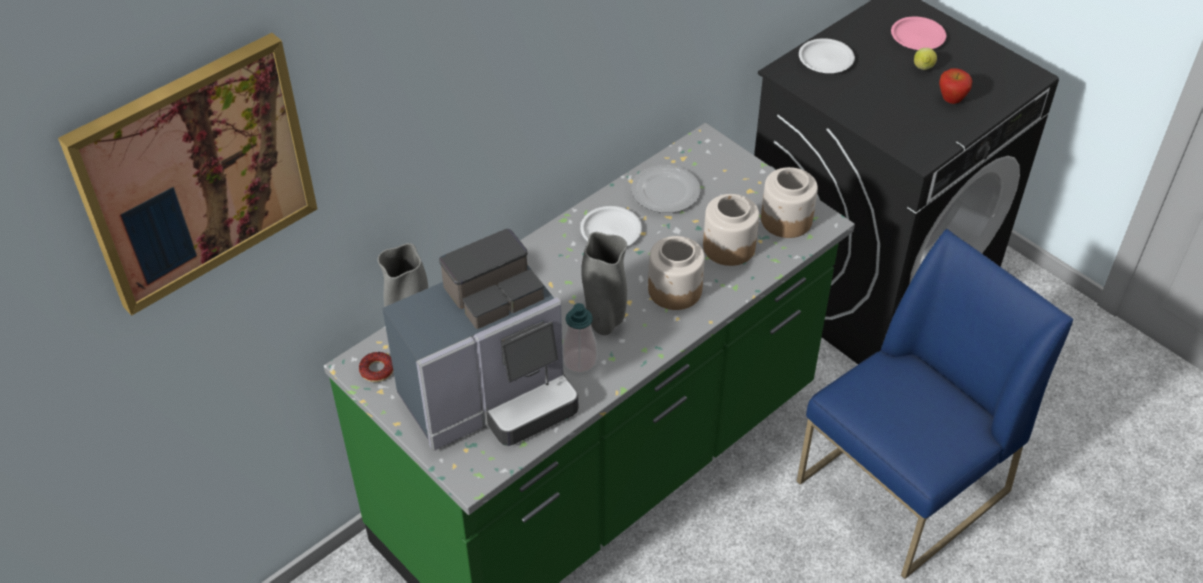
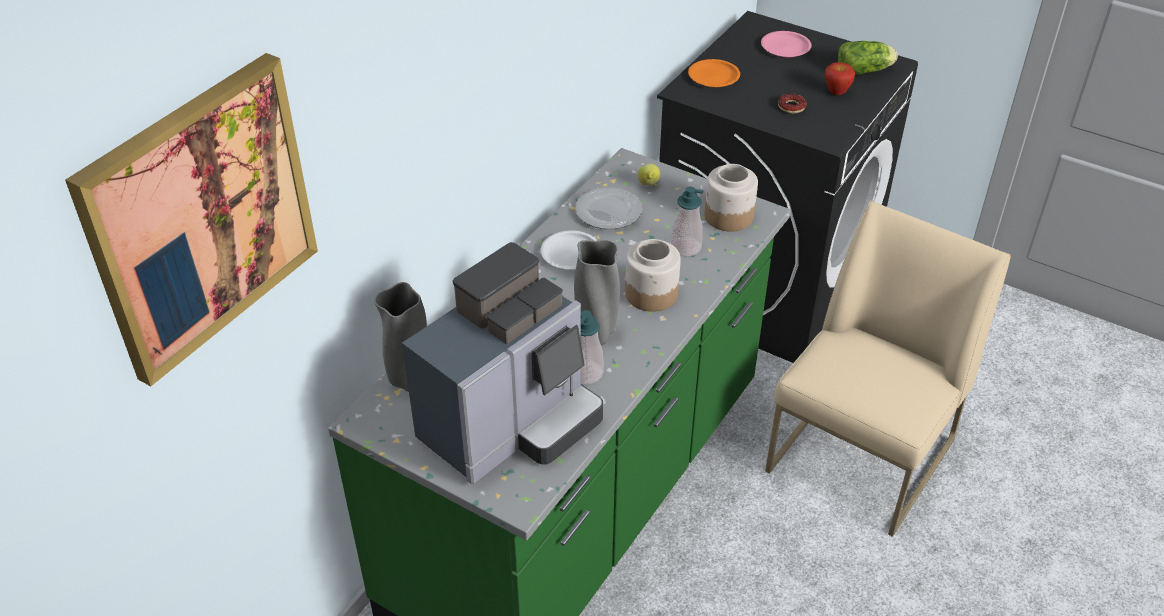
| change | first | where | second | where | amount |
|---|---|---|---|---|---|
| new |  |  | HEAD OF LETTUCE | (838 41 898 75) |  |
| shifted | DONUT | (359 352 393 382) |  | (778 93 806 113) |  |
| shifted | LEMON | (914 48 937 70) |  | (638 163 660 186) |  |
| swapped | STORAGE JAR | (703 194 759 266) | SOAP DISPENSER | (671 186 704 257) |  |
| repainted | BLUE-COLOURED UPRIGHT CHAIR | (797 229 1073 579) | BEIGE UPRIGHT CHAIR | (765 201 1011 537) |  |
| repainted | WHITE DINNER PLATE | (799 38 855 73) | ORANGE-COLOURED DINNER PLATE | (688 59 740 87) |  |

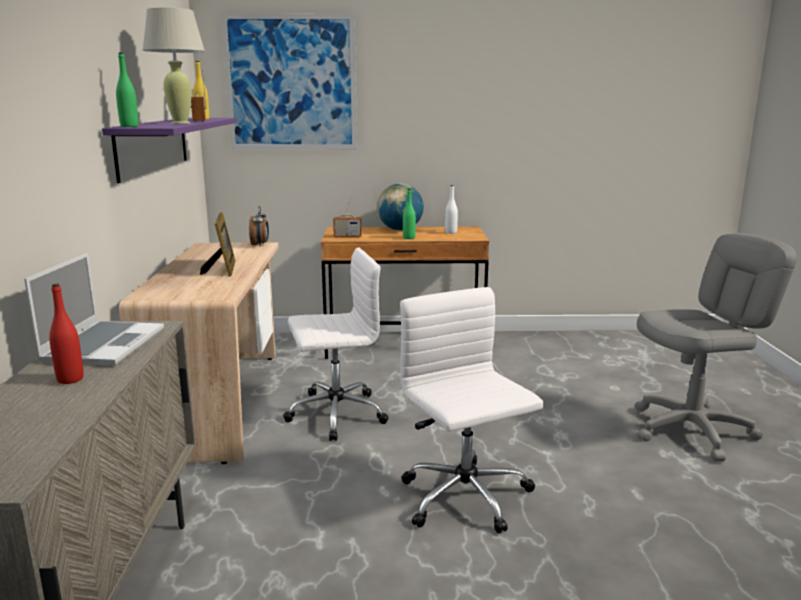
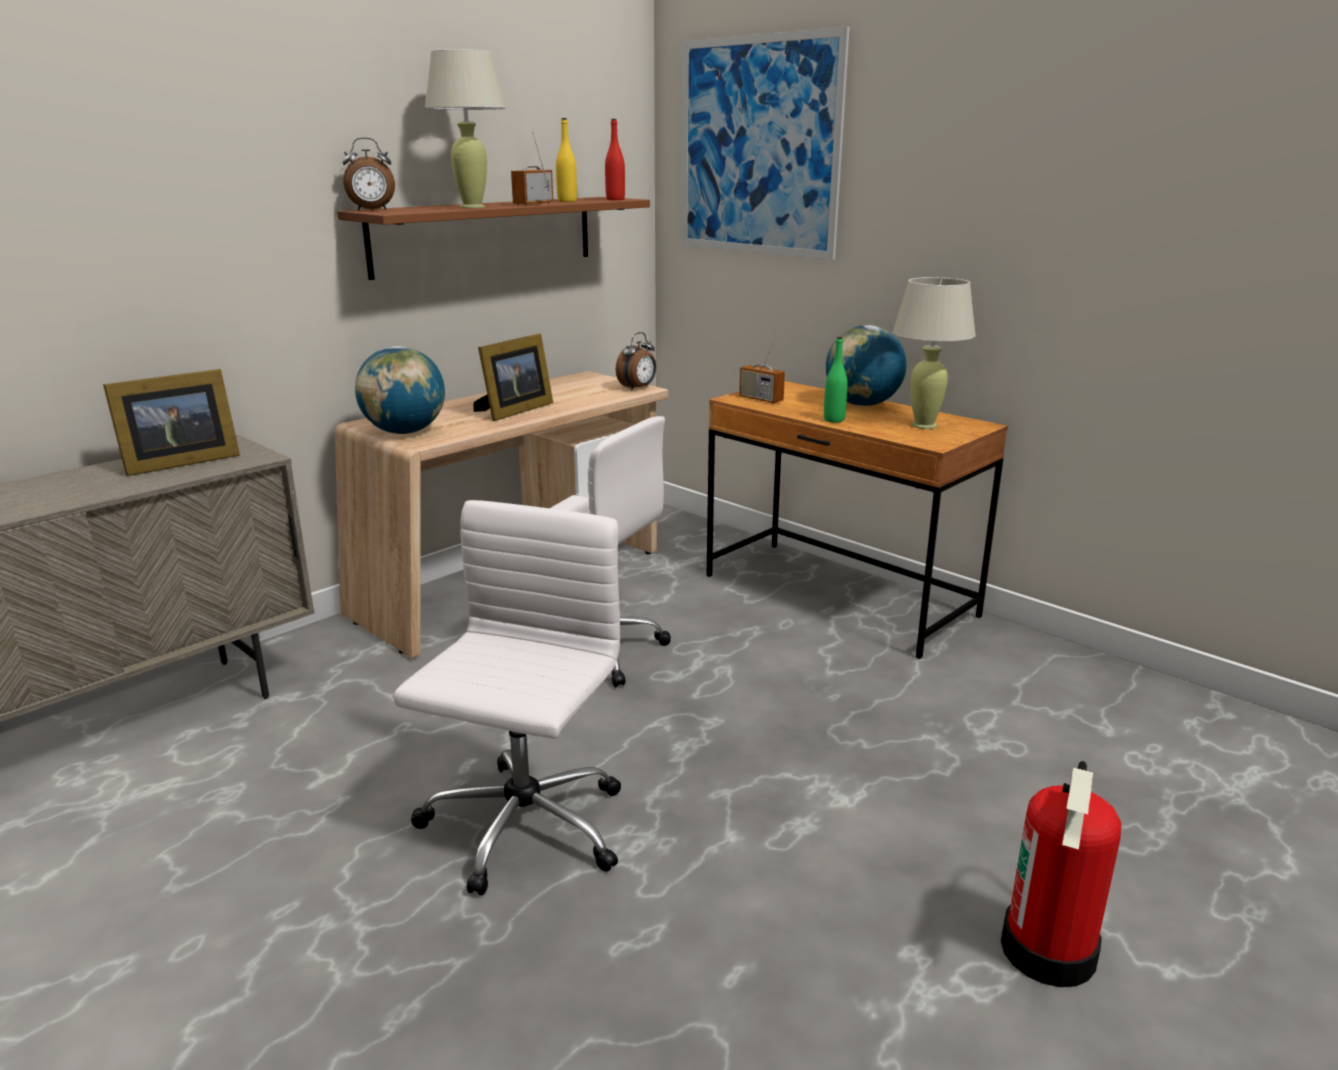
| change | first | where | second | where | amount |
|---|---|---|---|---|---|
| new |  |  | GLOBE | (355 346 445 434) |  |
| shifted | RED-COLOURED DRINK BOTTLE | (49 283 84 384) |  | (605 119 625 200) |  |
| swapped | NOTEBOOK COMPUTER | (24 253 164 366) | PICTURE FRAME | (103 369 240 476) |  |
| swapped | GREEN DRINK BOTTLE | (116 53 139 127) | BEDSIDE CLOCK | (343 137 395 210) |  |
| swapped | WHITE DRINK BOTTLE | (445 185 458 234) | BEIGE TABLETOP LAMP | (893 277 976 429) |  |
| swapped | GREYISH COMPUTER CHAIR | (635 233 797 461) | FIRE-FIGHTING CYLINDER | (1001 761 1121 987) |  |
| repainted | PURPLE BRACKET SHELF | (102 118 237 183) | BROWNISH BRACKET SHELF | (337 197 650 280) |  |

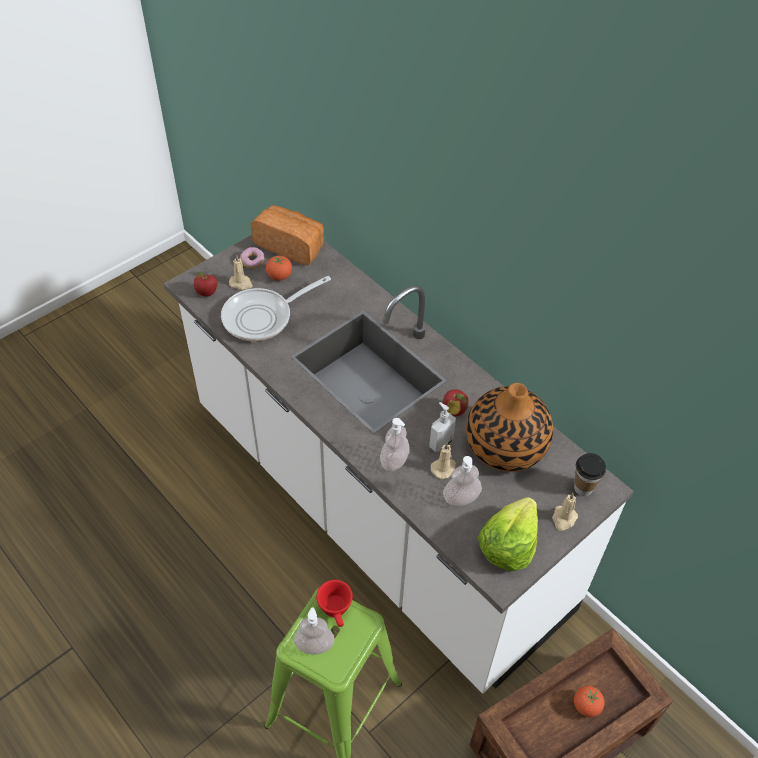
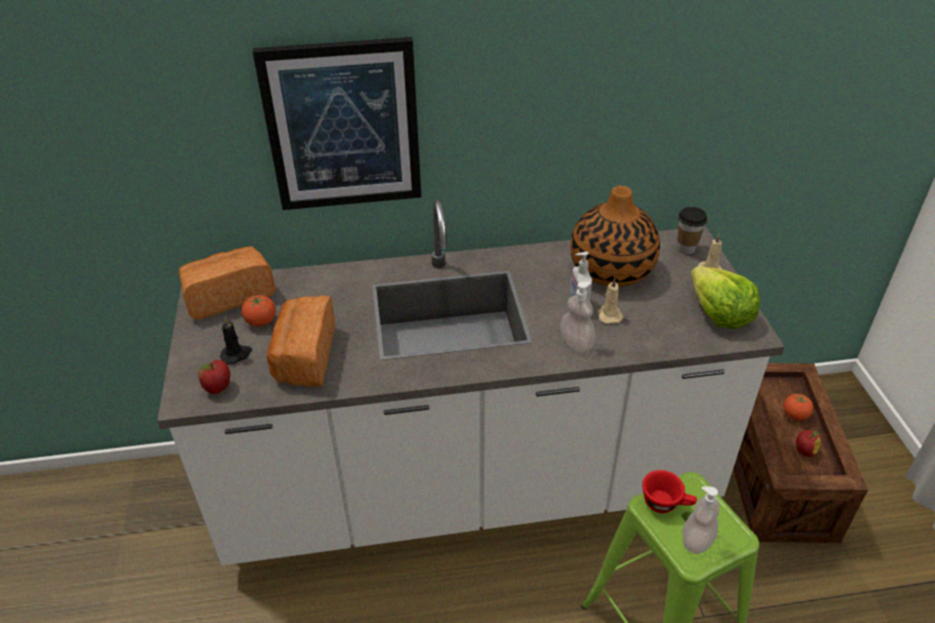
| change | first | where | second | where | amount |
|---|---|---|---|---|---|
| gone | DONUT | (240 247 265 269) |  |  |  |
| gone | SOAP DISPENSER | (443 456 482 506) |  |  |  |
| new |  |  | WALL PICTURE | (253 37 421 210) |  |
| shifted | APPLE | (443 389 469 416) |  | (796 430 822 457) |  |
| swapped | FRYING PAN | (221 276 331 341) | BAKED BREAD | (267 295 335 387) |  |
| repainted | BEIGE WAX LIGHT | (229 255 253 290) | BLACK-COLOURED WAX LIGHT | (220 317 252 364) |  |

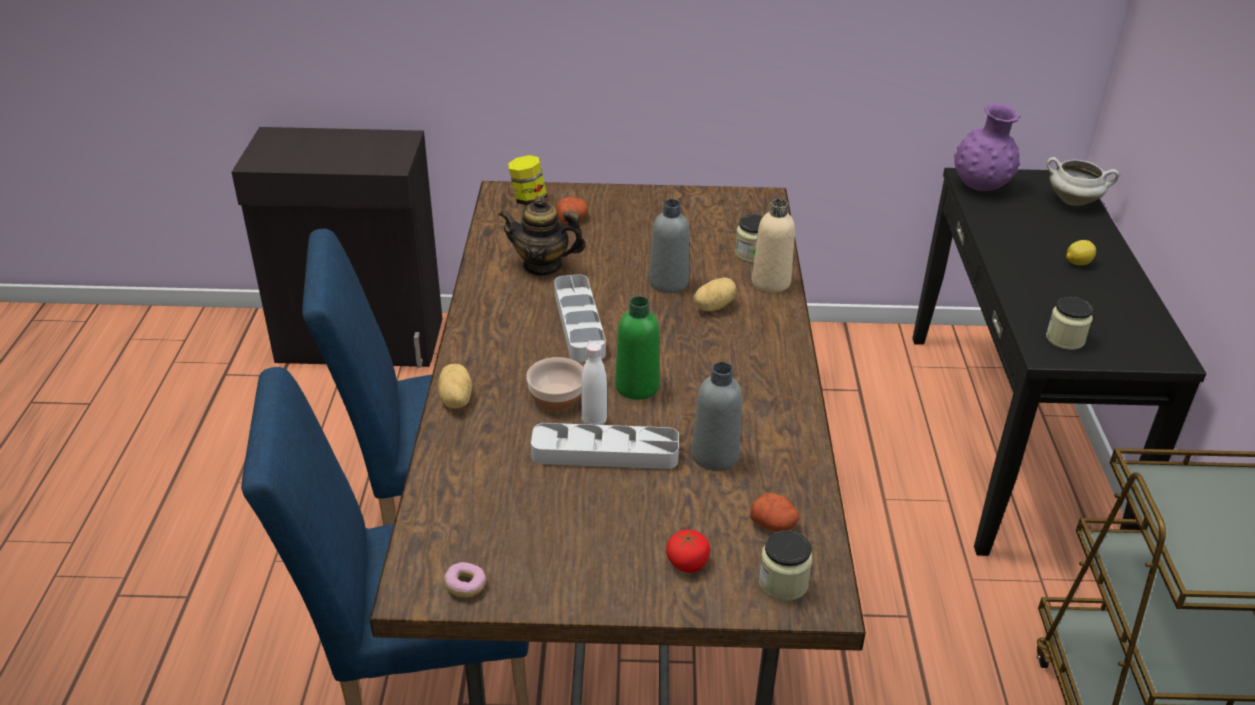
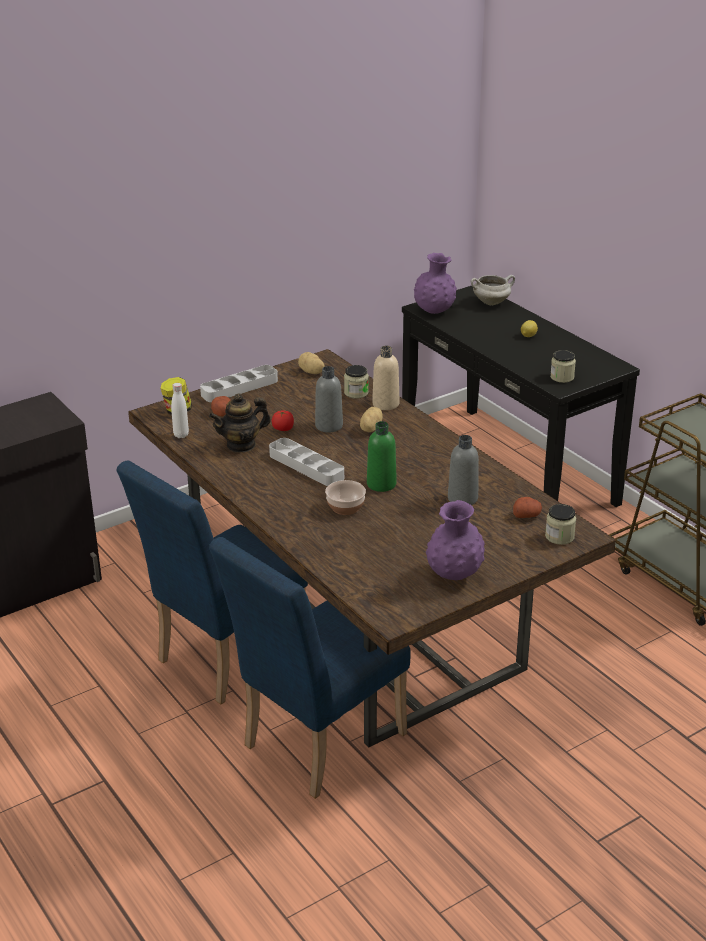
| change | first | where | second | where | amount |
|---|---|---|---|---|---|
| gone | DONUT | (444 562 486 597) |  |  |  |
| new |  |  | PURPLE DECORATIVE VASE | (426 500 485 580) |  |
| shifted | SPUD | (438 364 472 409) |  | (298 352 325 374) |  |
| shifted | GREYISH SERVING TRAY | (531 423 679 469) |  | (200 365 278 402) |  |
| shifted | WHITE DRINK BOTTLE | (581 342 607 425) |  | (171 383 189 438) |  |
| shifted | FRESH TOMATO | (666 529 710 573) |  | (272 411 294 431) |  |

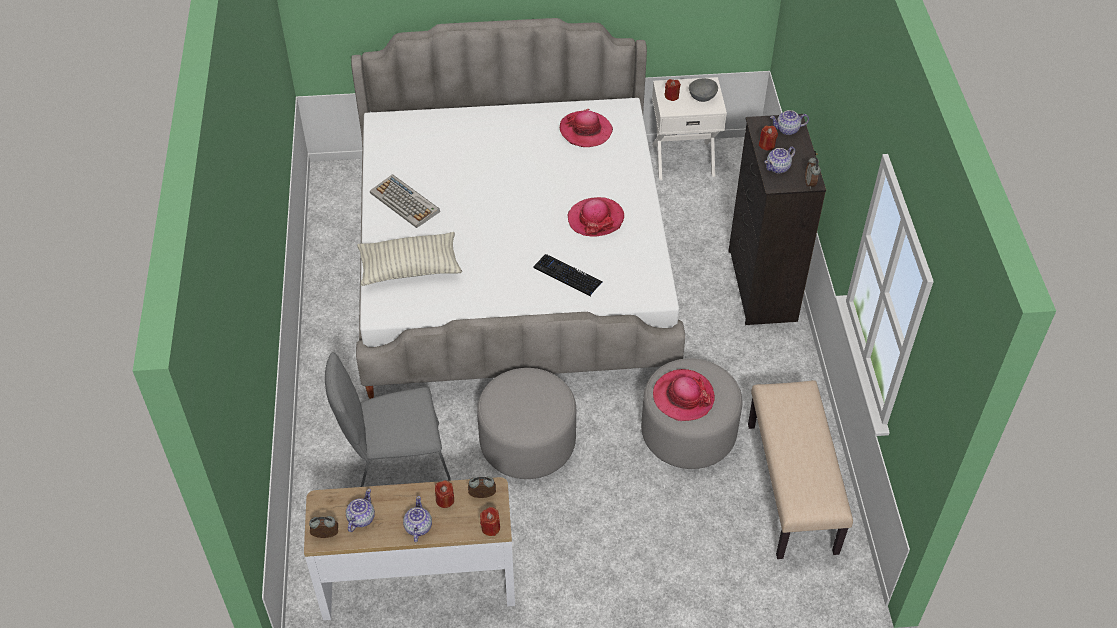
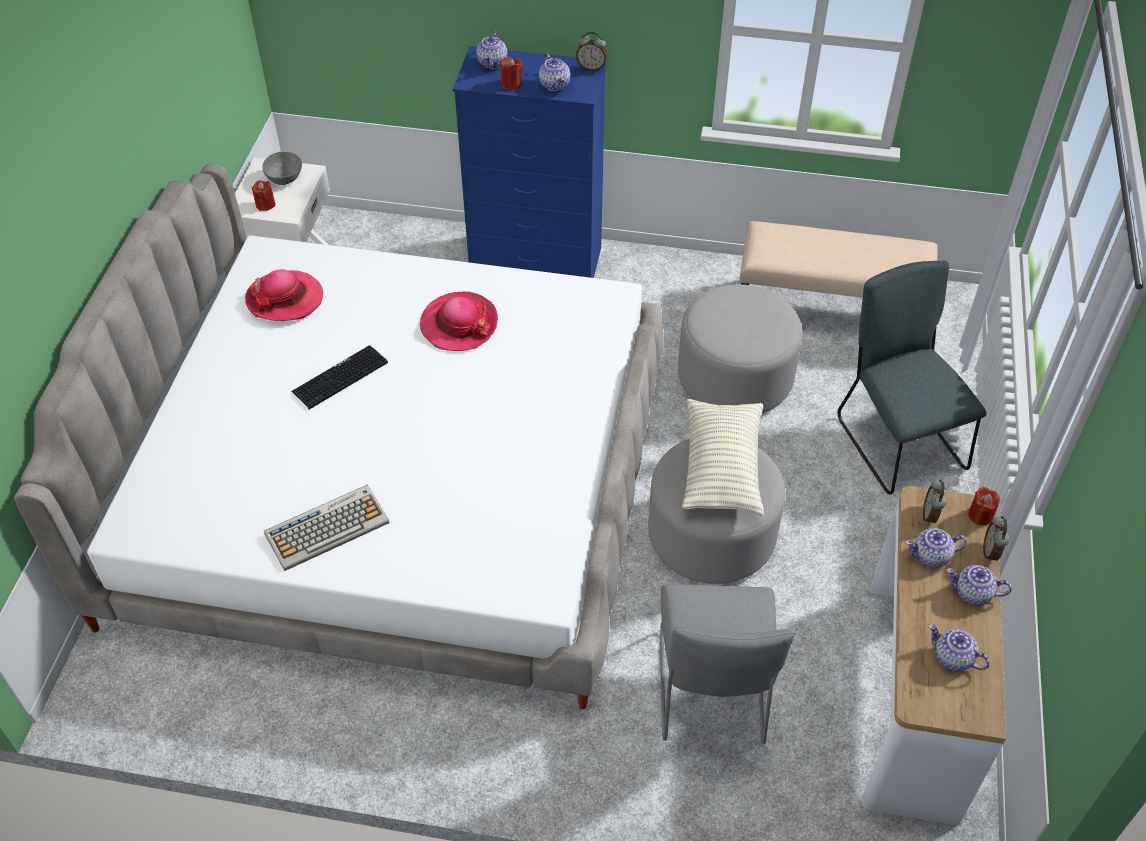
| change | first | where | second | where | amount |
|---|---|---|---|---|---|
| gone | WEARABLE HAT | (653 369 715 421) |  |  |  |
| new |  |  | GREYISH UPRIGHT CHAIR | (838 261 987 495) |  |
| shifted | BEDSIDE CLOCK | (309 516 338 538) |  | (983 516 1010 562) |  |
| shifted | CUSHION | (357 232 462 286) |  | (682 399 764 516) |  |
| shifted | COMPUTER KEYBOARD | (533 254 603 296) |  | (291 345 388 409) |  |
| swapped | RED-COLOURED WAX LIGHT | (435 480 454 508) | POT FOR TEA | (905 528 967 568) |  |
| repainted | BLACK-COLOURED DRESSER | (728 114 826 325) | BLUE-COLOURED DRESSER | (452 46 607 278) |  |

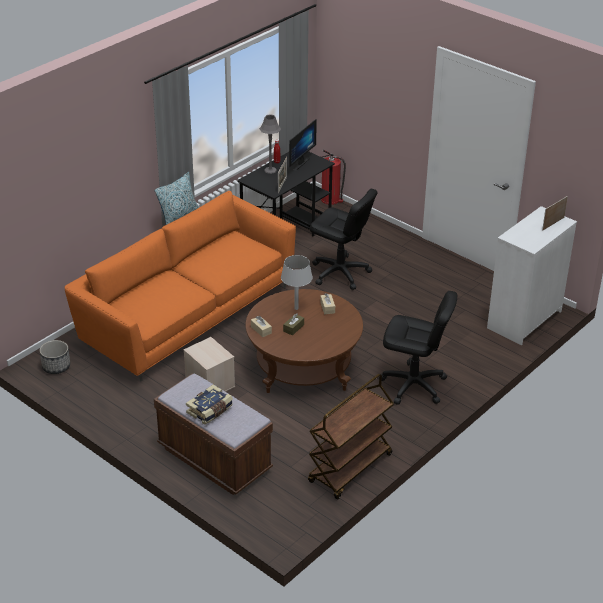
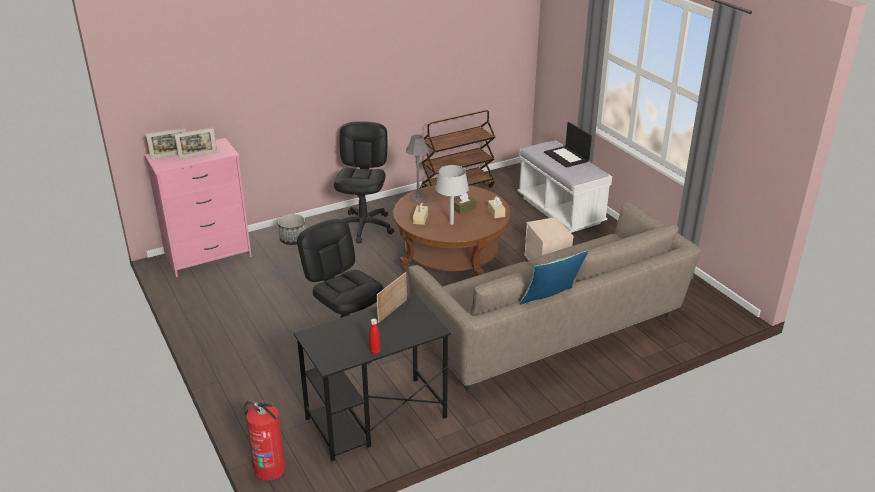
| change | first | where | second | where | amount |
|---|---|---|---|---|---|
| gone | COMPUTER DISPLAY | (289 119 317 171) |  |  |  |
| new |  |  | PICTURE FRAME | (175 127 217 160) |  |
| shifted | FLOWER POT | (40 340 70 374) |  | (278 214 306 245) |  |
| shifted | GREYISH TABLETOP LAMP | (259 114 281 174) |  | (406 134 429 202) |  |
| swapped | BOUND BOOK | (186 385 233 425) | NOTEBOOK COMPUTER | (544 122 592 168) |  |
| repainted | ORANGE-COLOURED COUCH | (65 191 296 381) | BEIGE COUCH | (408 202 701 394) |  |
| repainted | BROWNISH BENCH | (154 374 273 495) | WHITE BENCH | (518 140 612 233) |  |
| repainted | WHITE DRESSER | (487 206 577 345) | PINK DRESSER | (145 138 252 277) |  |
| rotated | BLACK-COLOURED COMPUTER CHAIR | (381 291 457 405) |  | (334 121 394 243) | 60 degrees clockwise |

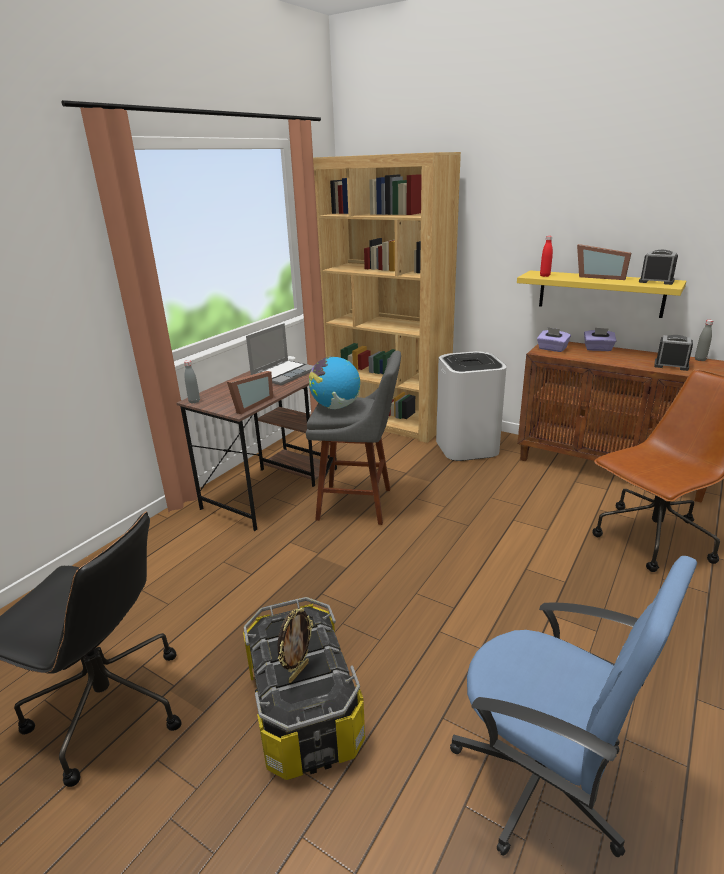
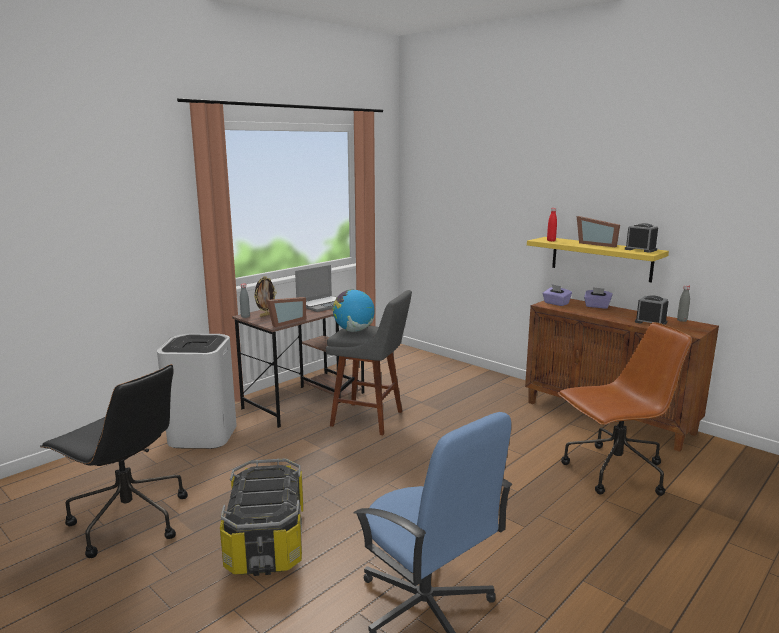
| change | first | where | second | where | amount |
|---|---|---|---|---|---|
| gone | BROWNISH BOOKSHELF | (313 152 461 443) |  |  |  |
| shifted | PICTURE FRAME | (278 607 313 683) |  | (254 276 277 317) |  |
| shifted | WHITE TRASH CAN | (436 351 507 461) |  | (157 333 237 449) |  |

